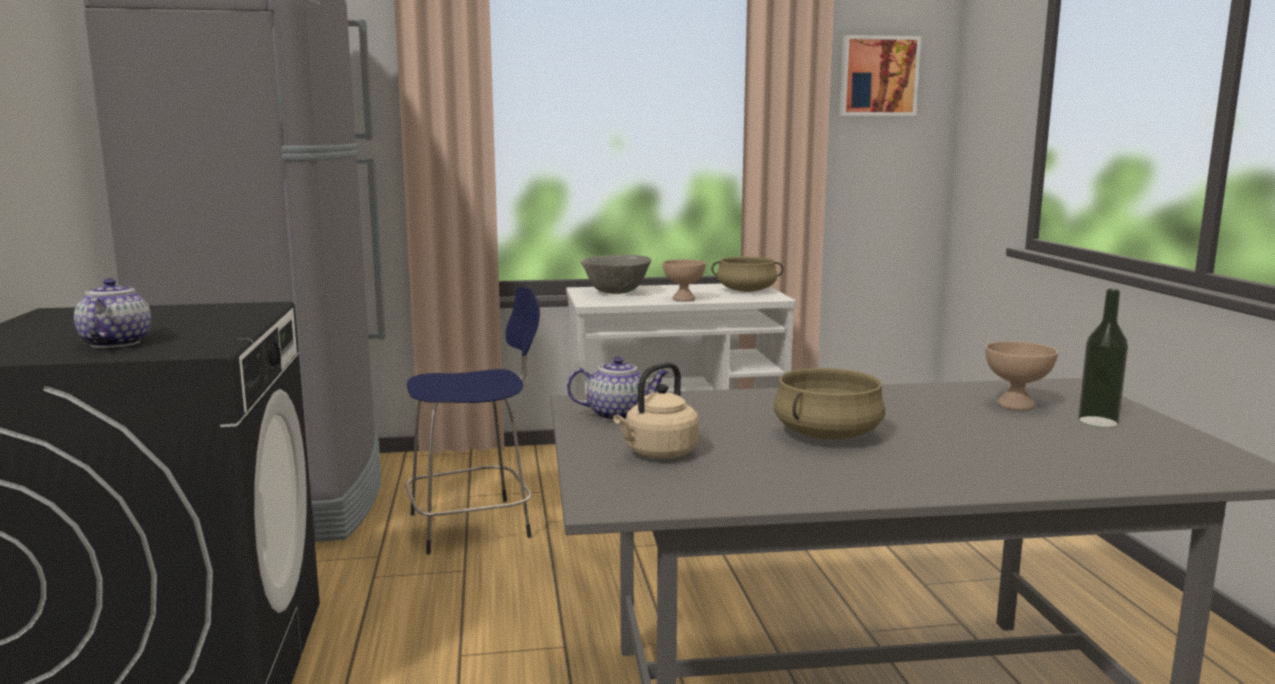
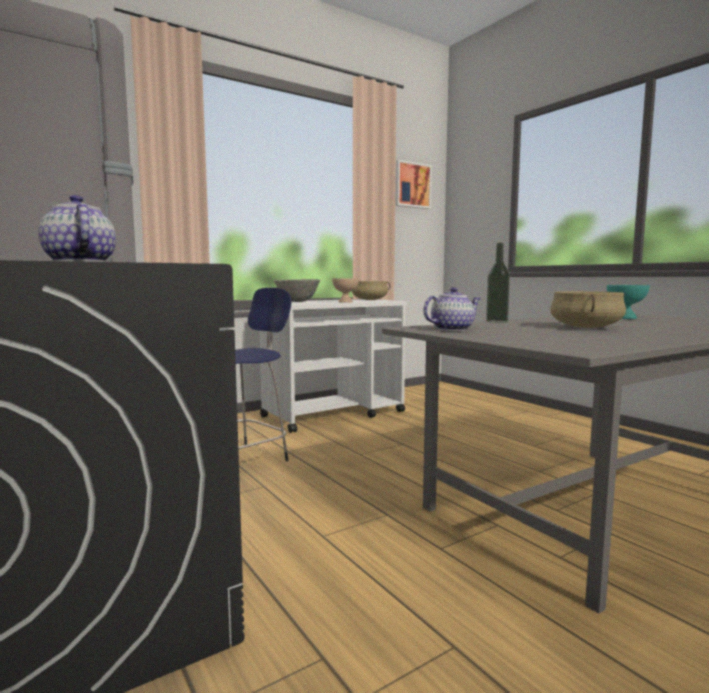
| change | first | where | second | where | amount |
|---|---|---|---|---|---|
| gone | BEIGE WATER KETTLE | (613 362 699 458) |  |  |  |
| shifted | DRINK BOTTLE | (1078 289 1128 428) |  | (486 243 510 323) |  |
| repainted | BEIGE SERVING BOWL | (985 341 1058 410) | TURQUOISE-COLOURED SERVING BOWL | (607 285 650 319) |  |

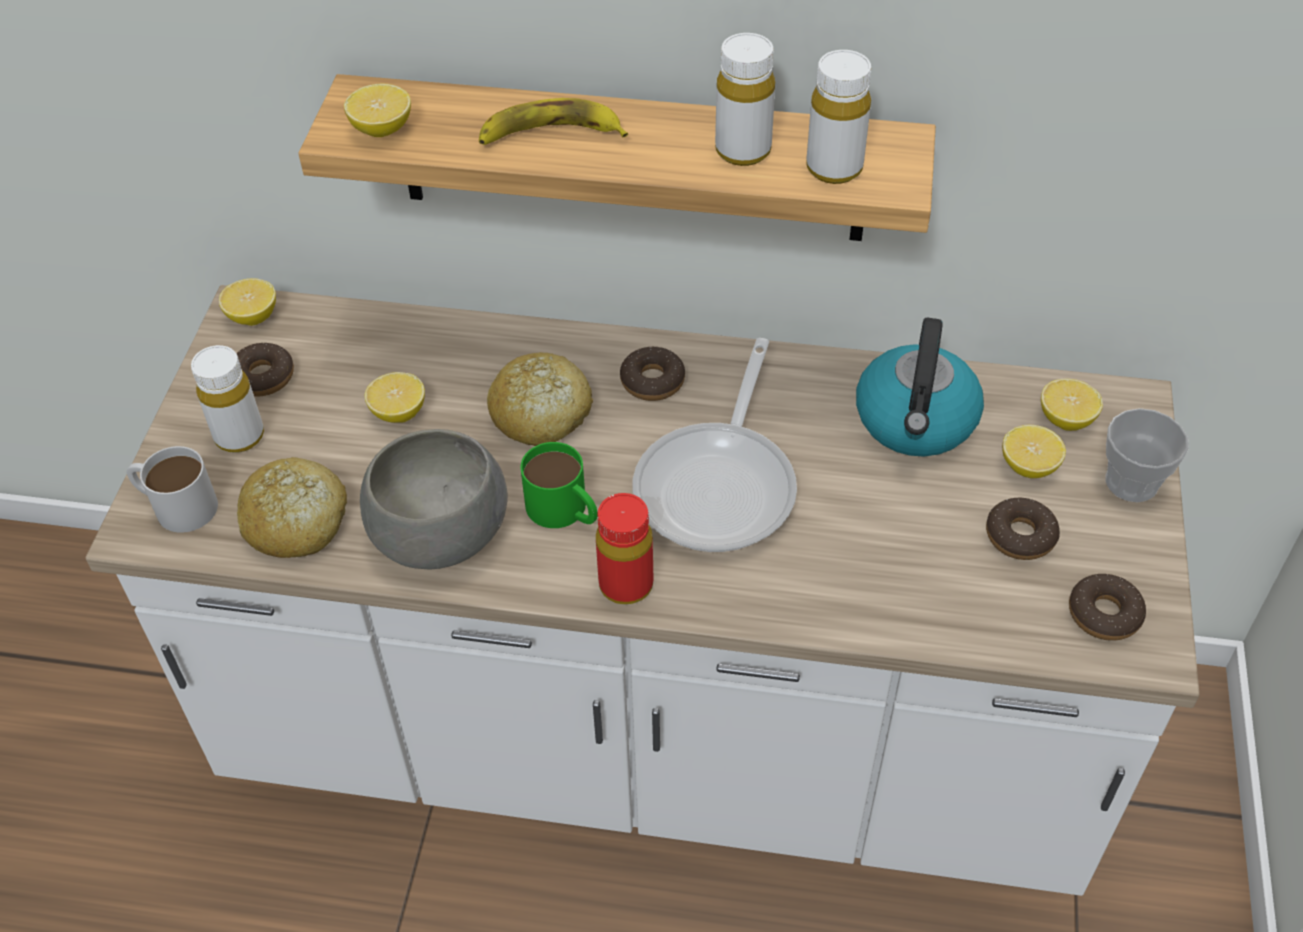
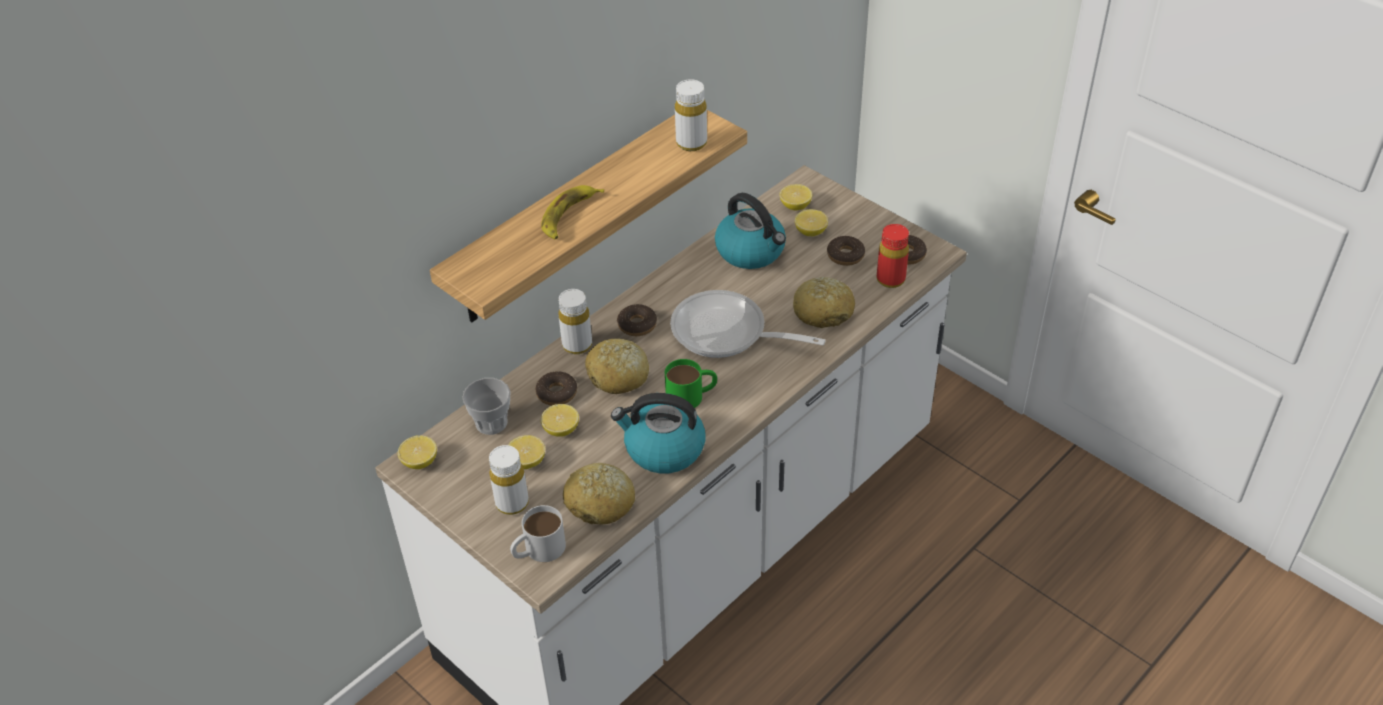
| change | first | where | second | where | amount |
|---|---|---|---|---|---|
| new |  |  | BAKED BREAD | (793 277 855 328) |  |
| shifted | DONUT | (236 343 294 396) |  | (535 371 577 406) |  |
| shifted | LEMON | (344 84 411 137) |  | (508 435 545 469) |  |
| shifted | RED-COLOURED DRINK BOTTLE | (596 493 653 604) |  | (877 224 909 288) |  |
| shifted | WHITE DRINK BOTTLE | (715 33 775 166) |  | (558 289 592 354) |  |
| shifted | DRINKING CUP | (1105 408 1189 502) |  | (462 378 510 435) |  |
| swapped | GREYISH SERVING BOWL | (360 429 508 569) | WATER KETTLE | (611 393 705 474) |  |
| rotated | FRYING PAN | (632 338 797 552) |  | (670 290 826 358) | 150 degrees clockwise |

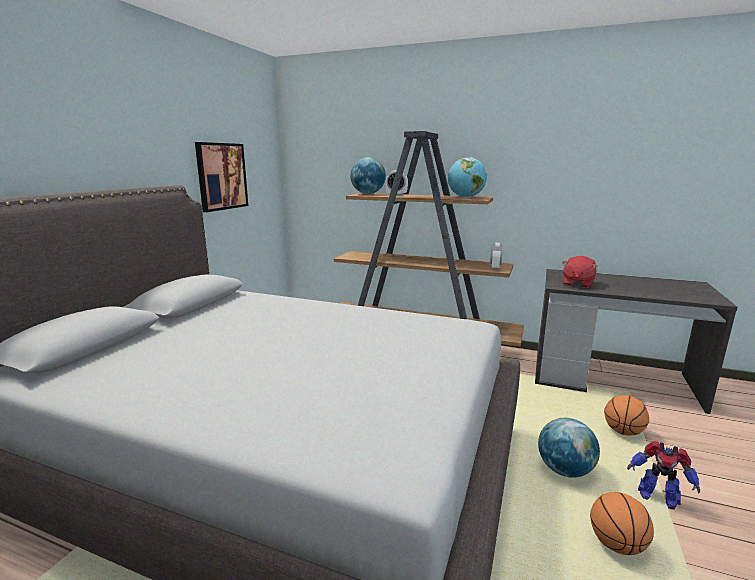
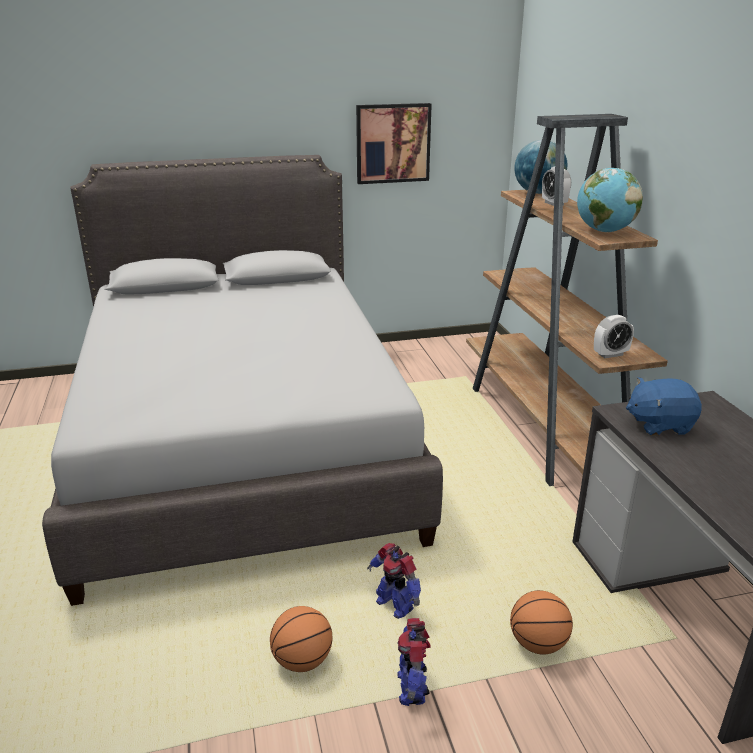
| change | first | where | second | where | amount |
|---|---|---|---|---|---|
| swapped | GLOBE | (538 417 600 478) | ROBOT FIGURE | (367 543 421 619) |  |
| repainted | RED-COLOURED SOFT TOY | (562 256 598 288) | BLUE-COLOURED SOFT TOY | (626 377 702 435) |  |

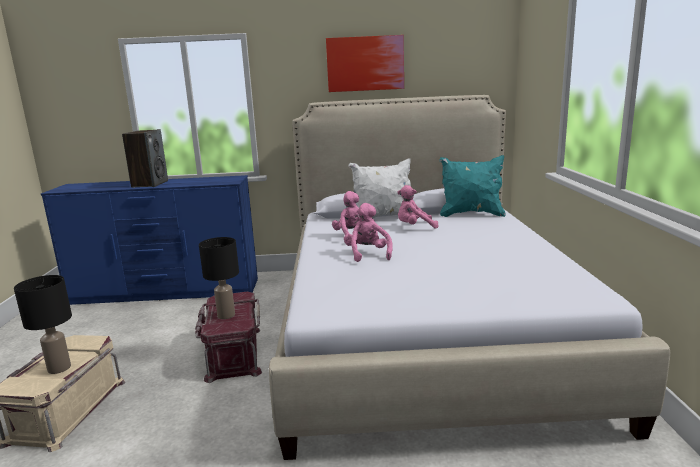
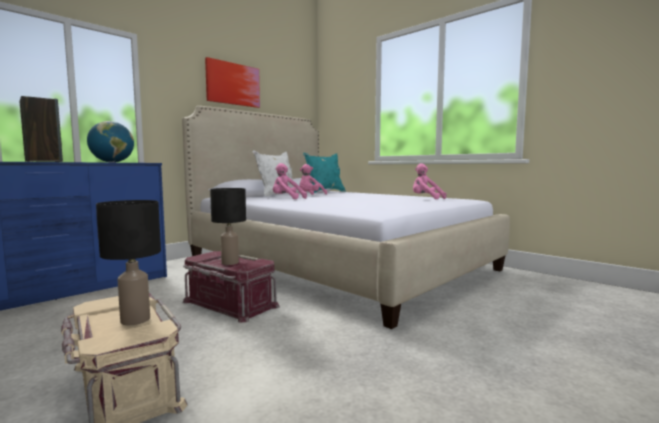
| change | first | where | second | where | amount |
|---|---|---|---|---|---|
| new |  |  | GLOBE | (87 121 134 163) |  |
| shifted | PINK SOFT TOY | (344 203 393 262) |  | (413 163 447 199) |  |

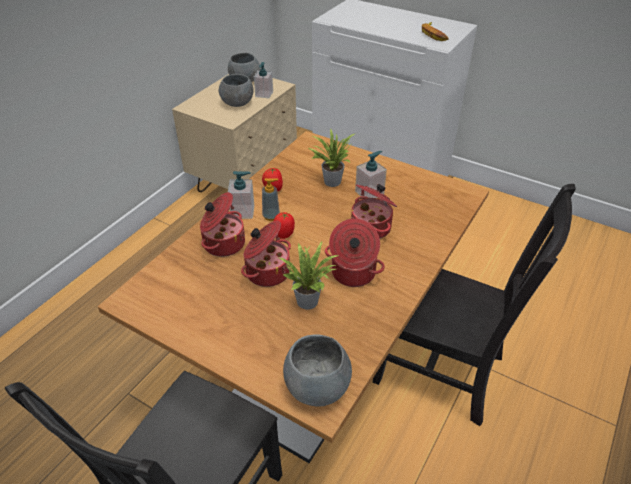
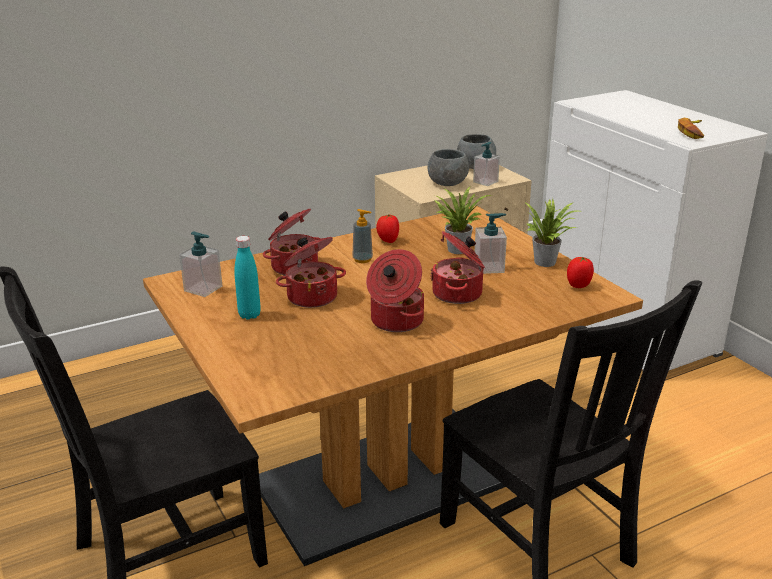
| change | first | where | second | where | amount |
|---|---|---|---|---|---|
| gone | GREYISH SERVING BOWL | (283 334 352 407) |  |  |  |
| new |  |  | TURQUOISE-COLOURED DRINK BOTTLE | (234 236 261 320) |  |
| shifted | SOAP DISPENSER | (228 171 254 219) |  | (179 232 222 297) |  |
| shifted | FRESH TOMATO | (274 212 295 239) |  | (567 257 594 288) |  |
| shifted | HOUSEPLANT | (279 241 339 310) |  | (526 198 580 267) |  |

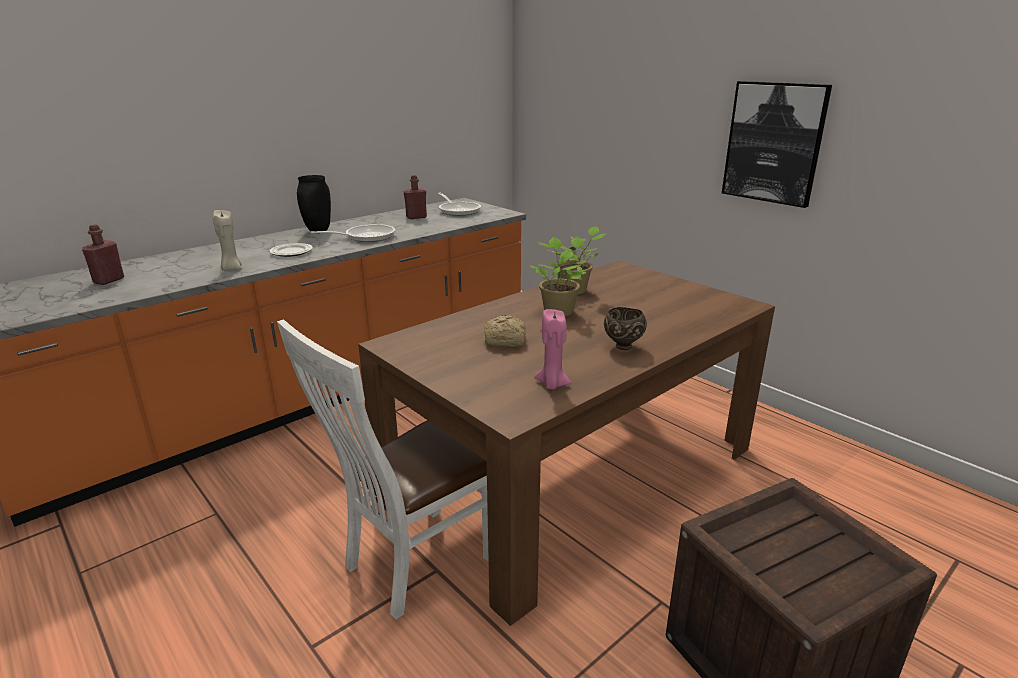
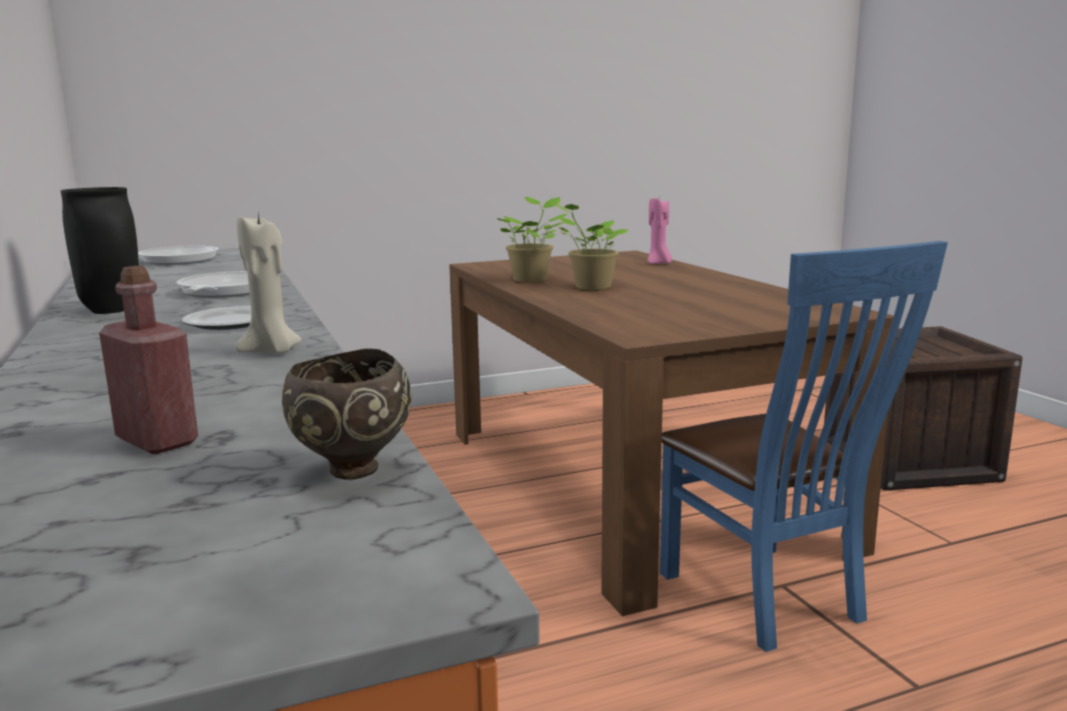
| change | first | where | second | where | amount |
|---|---|---|---|---|---|
| gone | RED-COLOURED DRINK BOTTLE | (404 175 427 219) |  |  |  |
| gone | BAKED BREAD | (484 315 526 347) |  |  |  |
| gone | WALL PICTURE | (722 81 832 208) |  |  |  |
| shifted | PINK WAX LIGHT | (534 309 572 390) |  | (647 198 672 264) |  |
| shifted | BROWNISH SERVING BOWL | (604 307 647 350) |  | (282 348 412 480) |  |
| repainted | WHITE UPRIGHT CHAIR | (277 319 489 620) | BLUE-COLOURED UPRIGHT CHAIR | (660 241 948 652) |  |

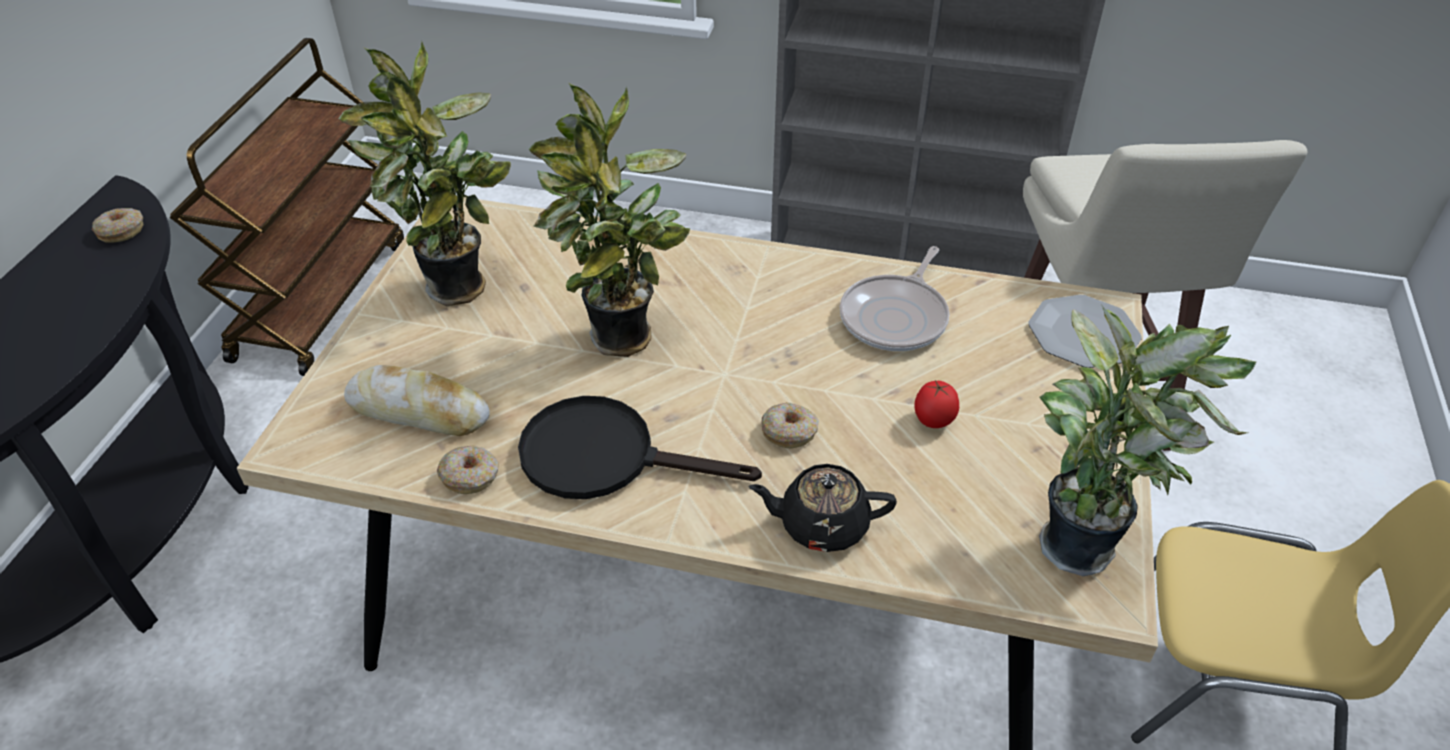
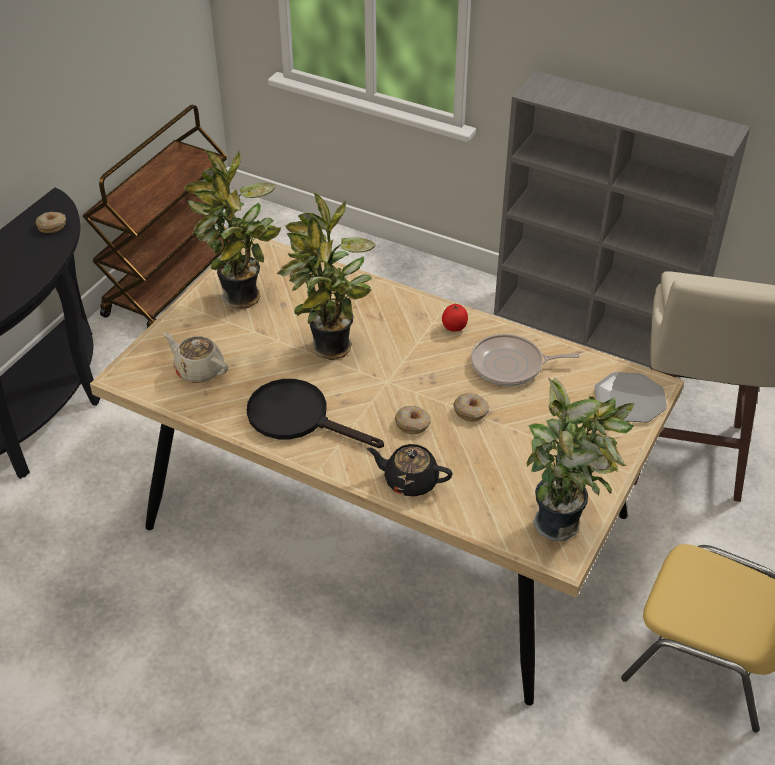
| change | first | where | second | where | amount |
|---|---|---|---|---|---|
| shifted | DONUT | (437 445 499 494) |  | (453 393 489 421) |  |
| shifted | FRESH TOMATO | (914 380 959 428) |  | (442 304 468 332) |  |
| swapped | BAKED BREAD | (344 365 490 436) | BEIGE POT FOR TEA | (163 332 228 383) |  |
| rotated | FRYING PAN | (840 246 950 351) |  | (471 334 580 386) | 45 degrees clockwise |

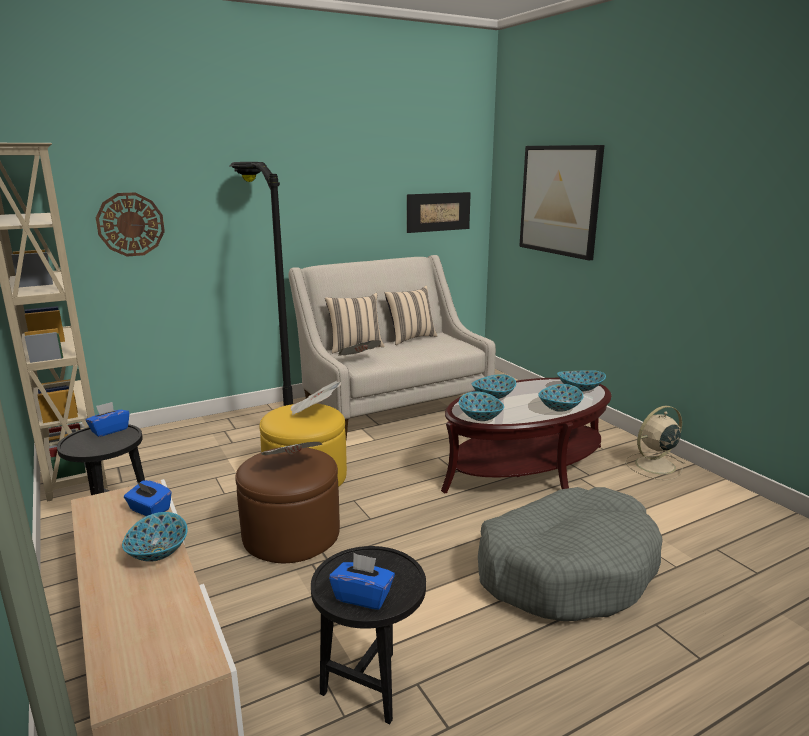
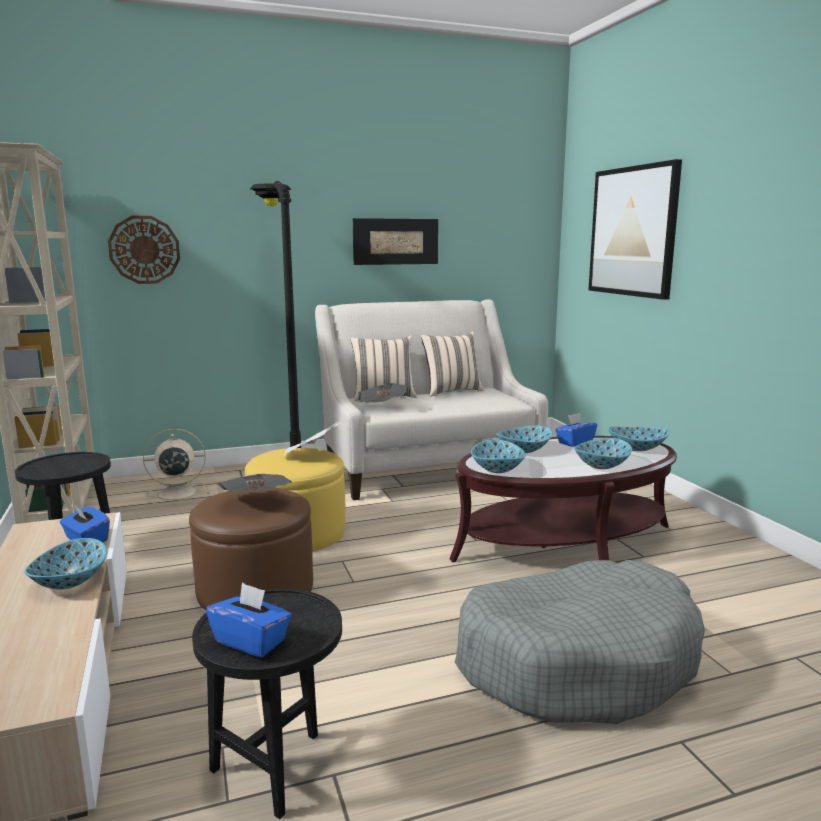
| change | first | where | second | where | amount |
|---|---|---|---|---|---|
| shifted | BLUE-COLOURED TISSUE HOLDER | (86 402 129 437) |  | (555 413 597 447) |  |
| shifted | WALL PICTURE | (407 192 471 233) |  | (352 218 438 265) |  |
| shifted | BEIGE FAN | (625 406 685 480) |  | (143 429 210 505) |  |

